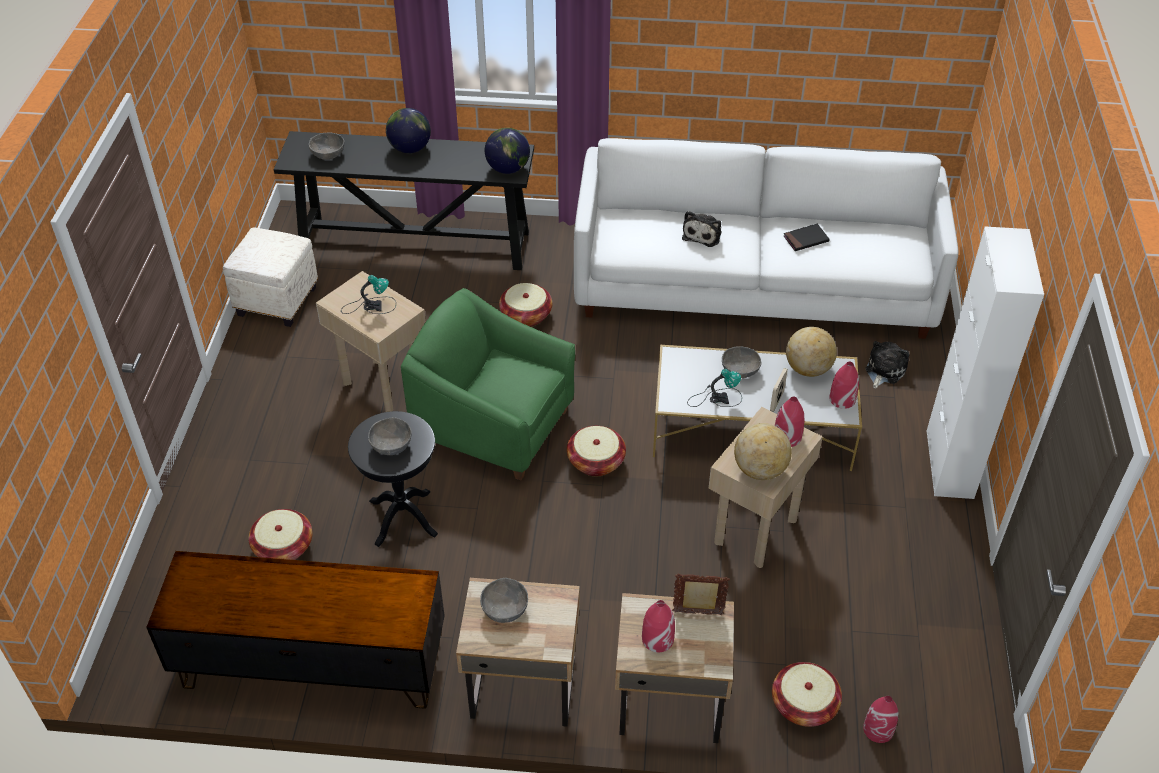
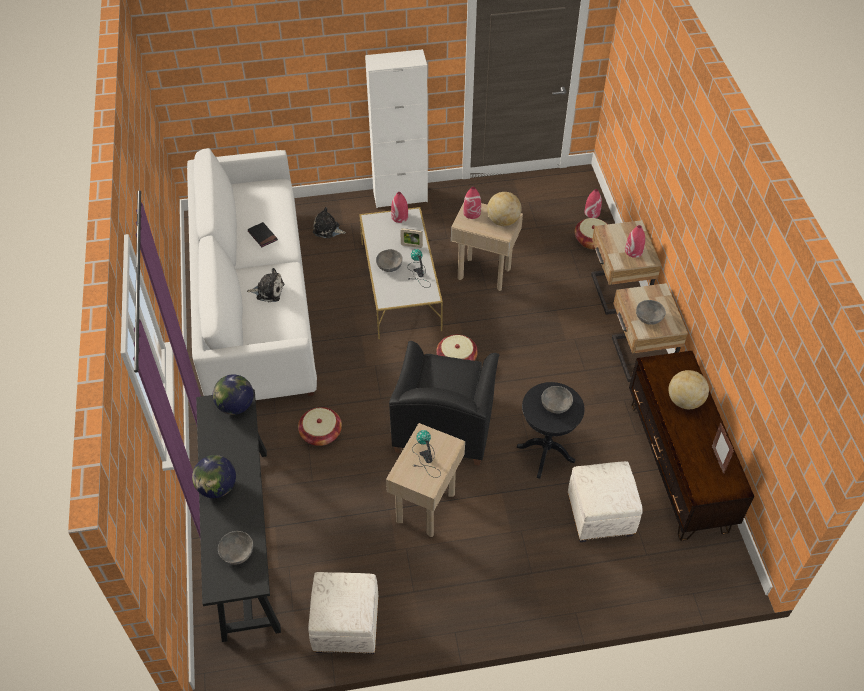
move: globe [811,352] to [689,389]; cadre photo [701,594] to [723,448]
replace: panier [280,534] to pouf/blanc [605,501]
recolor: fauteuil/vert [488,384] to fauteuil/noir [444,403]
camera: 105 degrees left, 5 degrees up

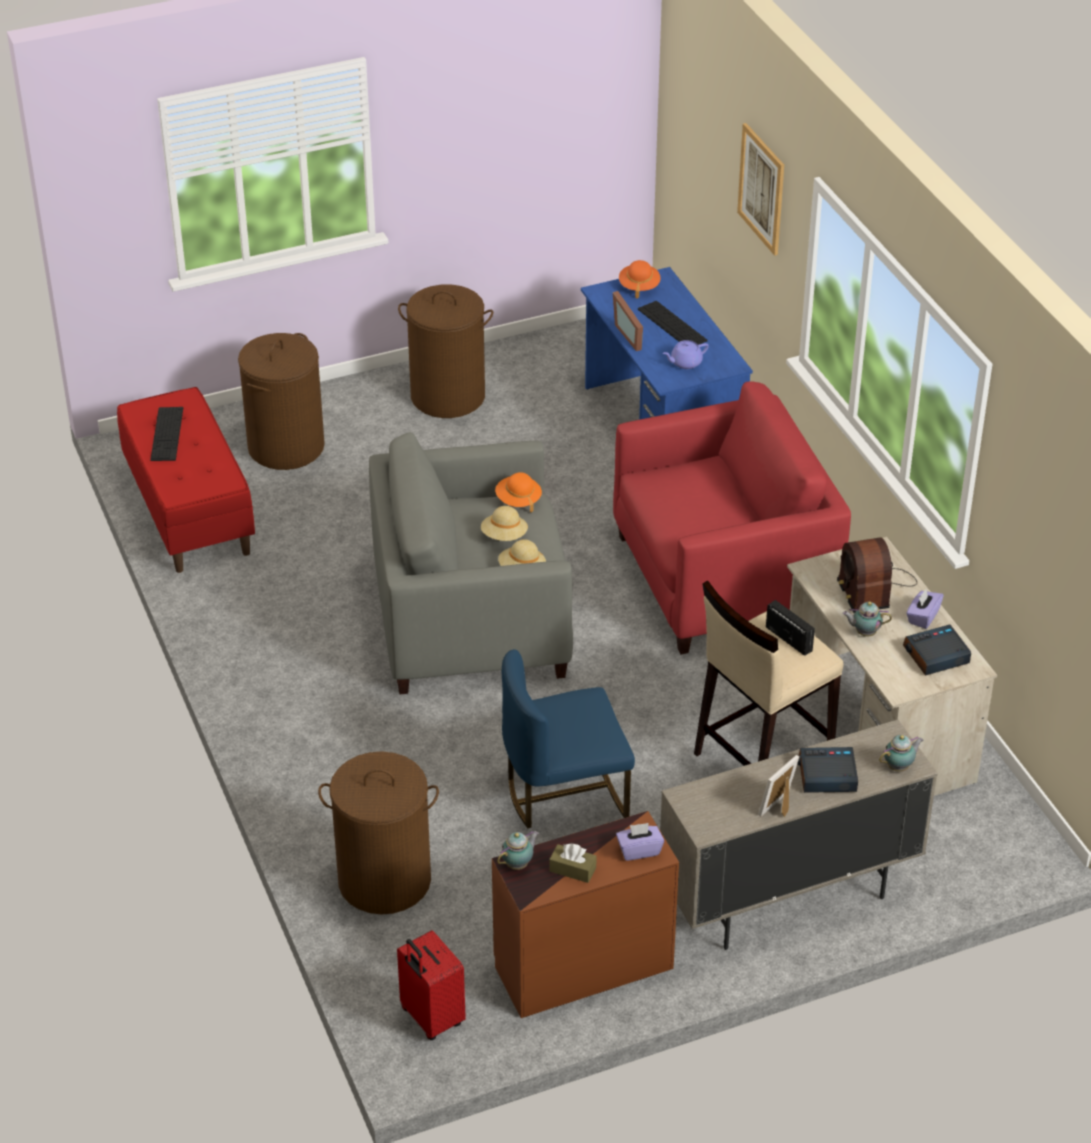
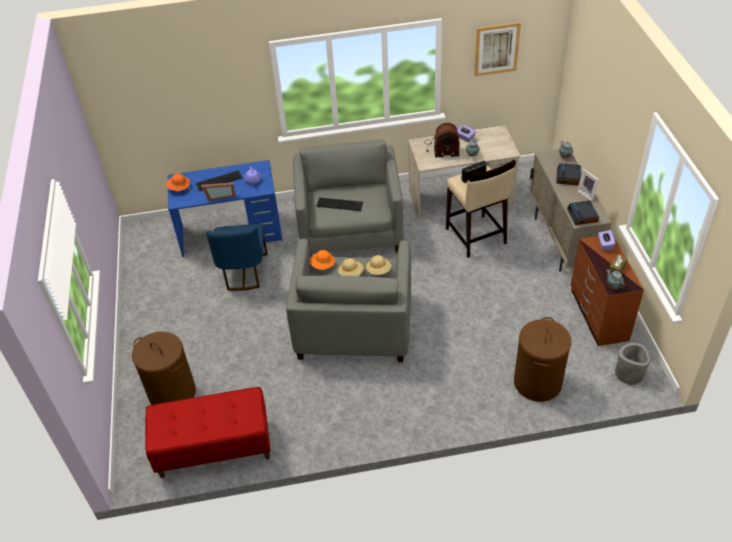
delete: panier à linge/marron [445,351]
move: chaise/bleu [568,738] to [237,257]; clavier [166,434] to [340,204]; tableau [760,189] to [497,49]; réveil [937,650] to [583,213]
replace: valise/rouge [431,985] to cache-pot/gris [633,364]
recolor: fauteuil/rouge [732,518] to fauteuil/gris [348,198]
camera: 75 degrees left, 5 degrees up

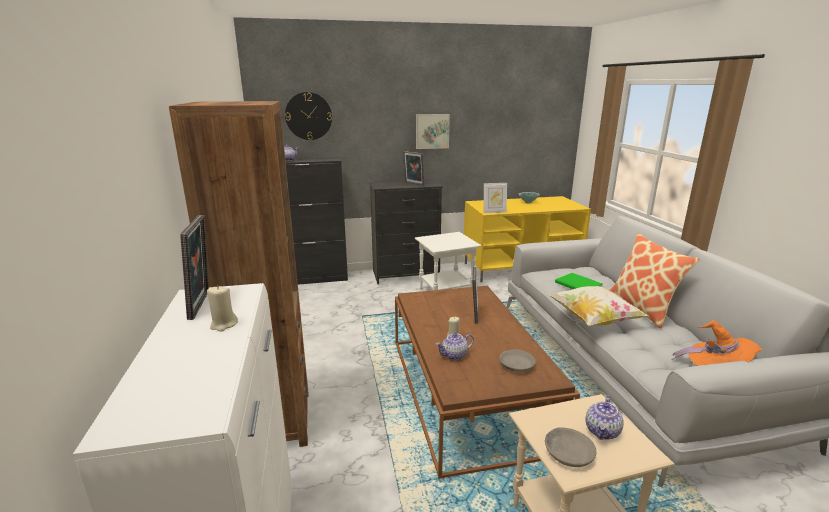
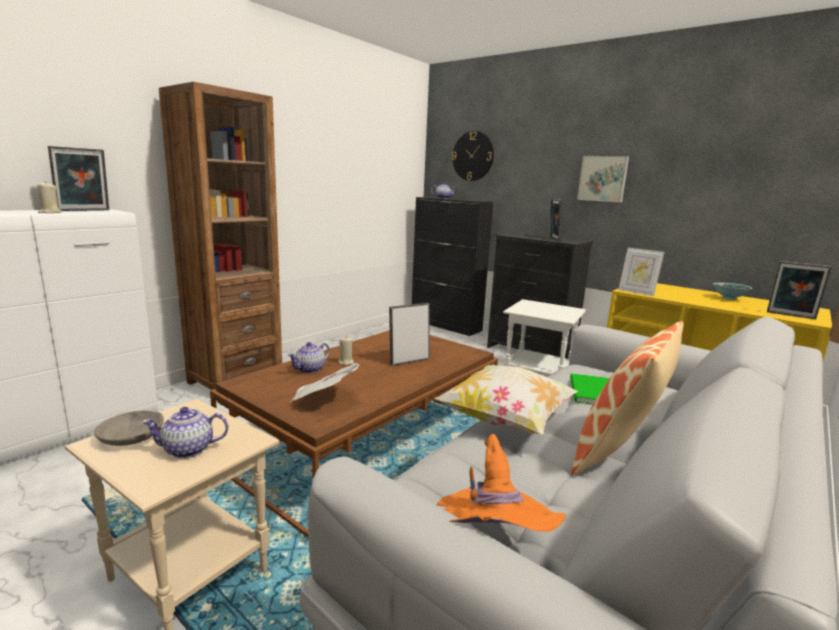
insert: cadre photo [799,290]
replace: bol/gris [517,360] to journal [324,382]
rotate: théière [455,346] = [309,357] 75 degrees counterclockwise
camera: 50 degrees right, 5 degrees down

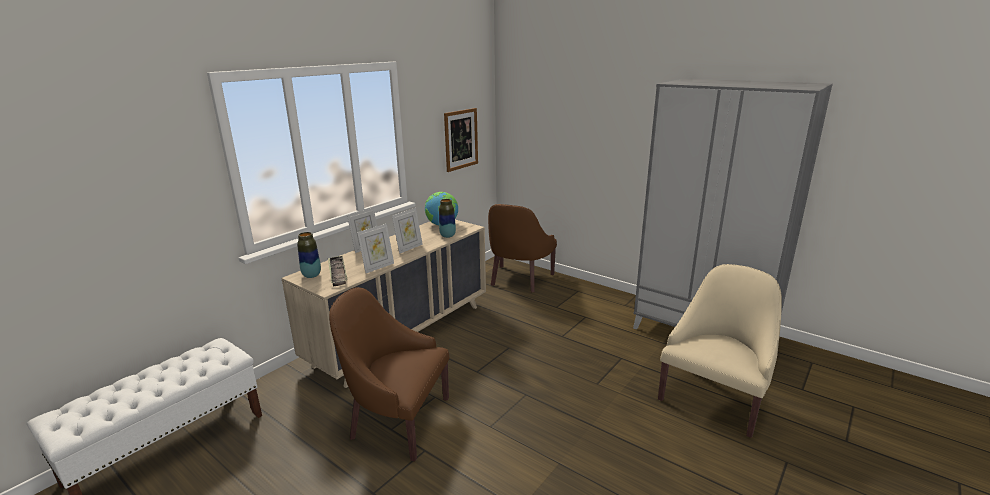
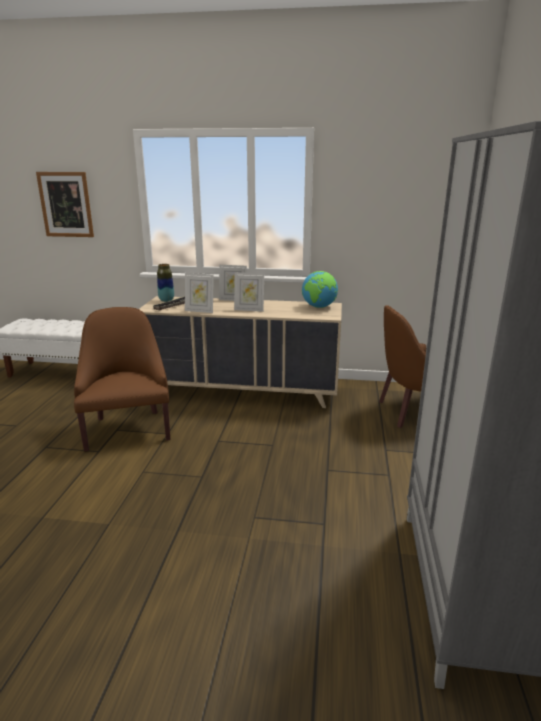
delete: vase [447,218]; fauteuil/beige [720,351]
move: tableau [461,140] to [65,204]
camera: 60 degrees right, 0 degrees up

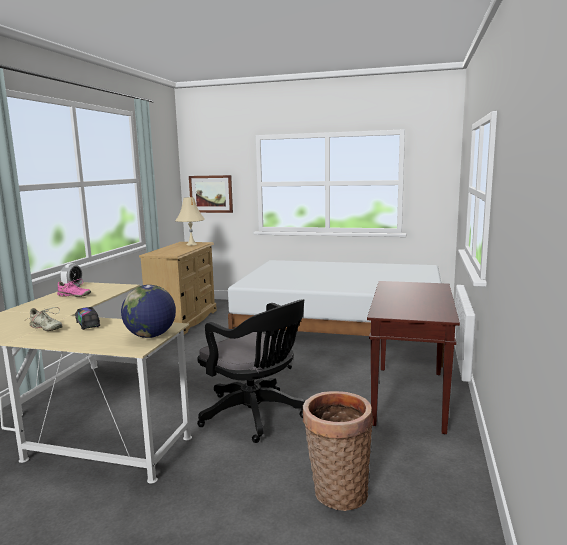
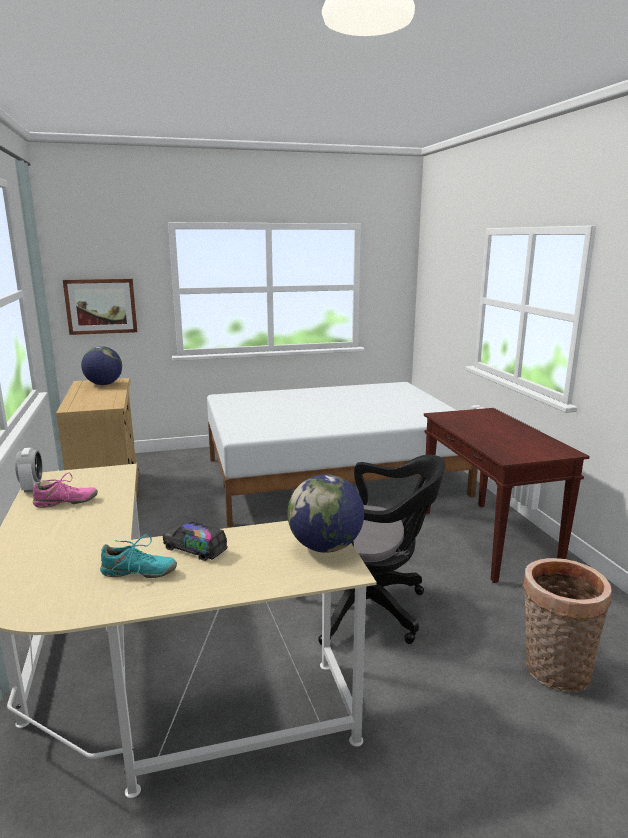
replace: lampe de table/beige [190,221] to globe [101,365]
recolor: chaussure/beige [43,319] to chaussure/turquoise [138,556]
camera: 30 degrees left, 5 degrees up

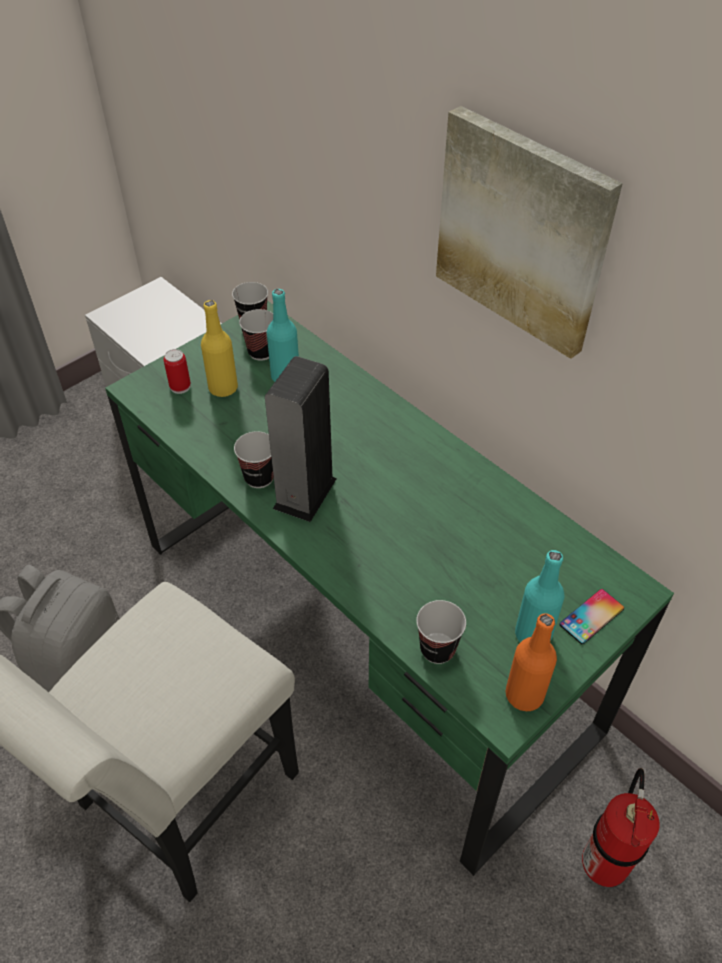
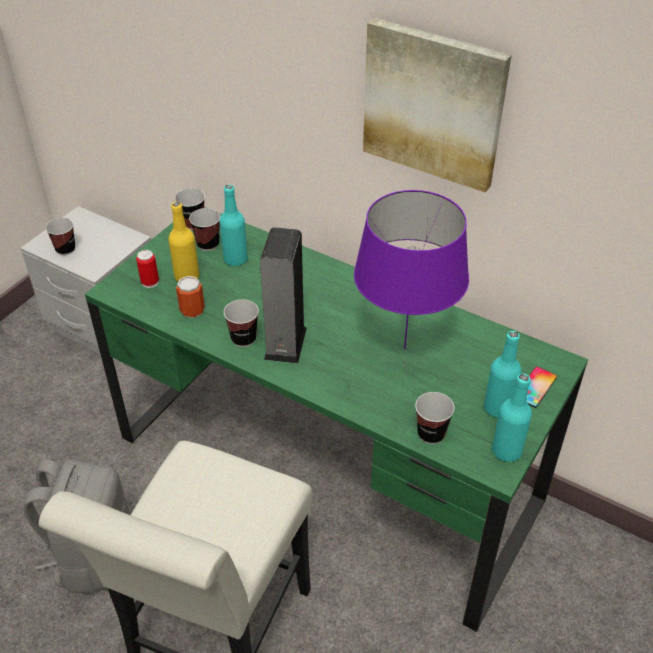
delete: extincteur [620,827]
insert: tasse [60,236]; boîte métallique [190,297]; lampe de table/violet [411,269]
recolor: bouteille/orange [531,662] to bouteille/turquoise [512,418]
camera: 15 degrees left, 5 degrees down

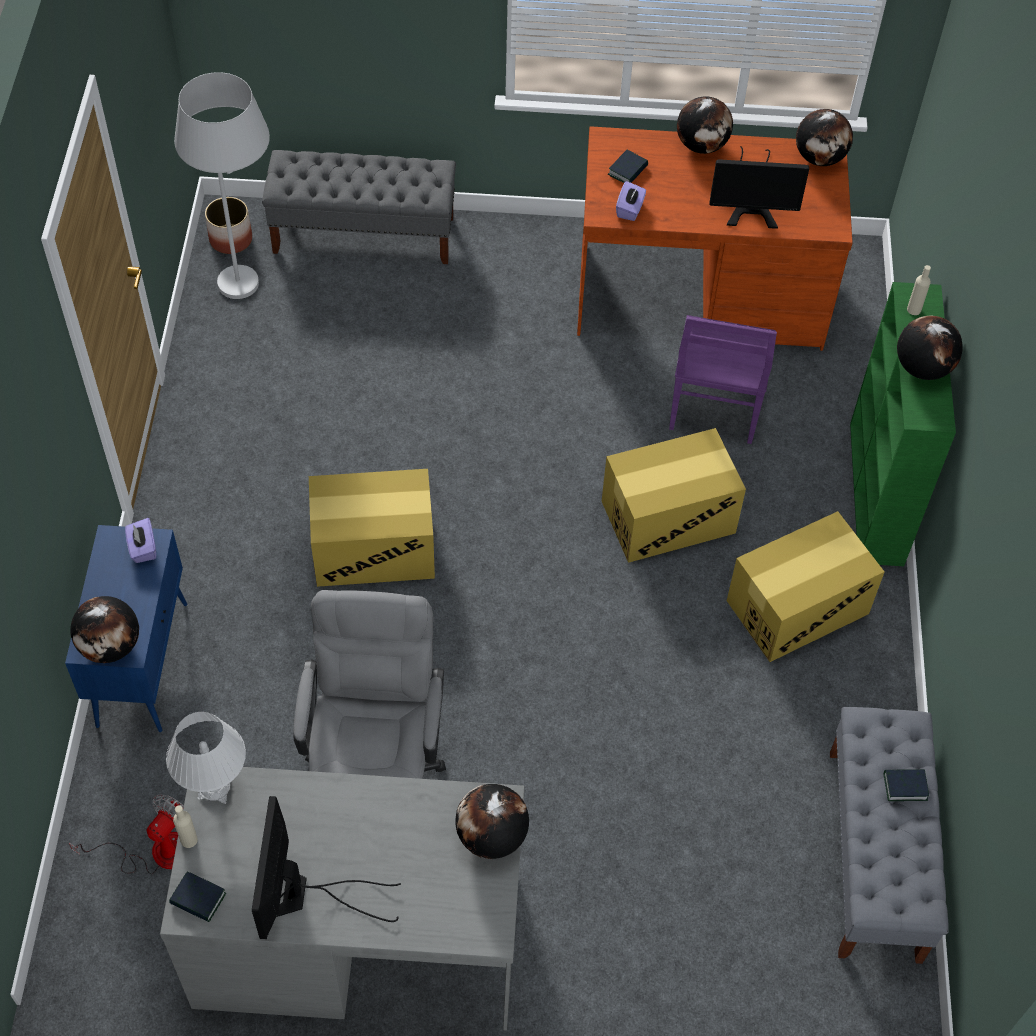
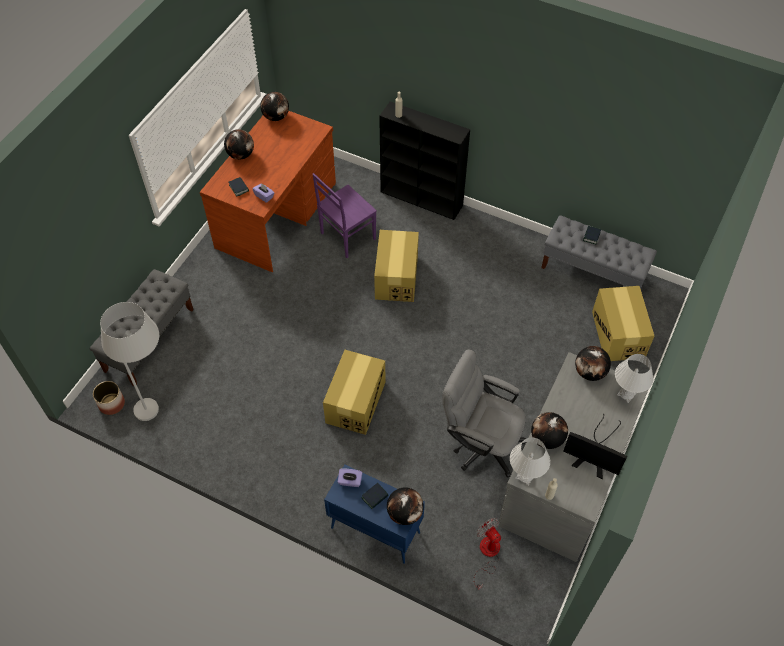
delete: écran d'ordinateur [759,188]
insert: lampe de table/blanc [634,378]
move: livre [197,897] to [375,496]; globe [930,348] to [549,430]; carton [806,586] to [623,323]
recolor: bibliothèque/vert [903,424] to bibliothèque/noir [424,160]
rotate: chaise/violet [723,379] = [345,215] 105 degrees clockwise
camera: 65 degrees left, 0 degrees up

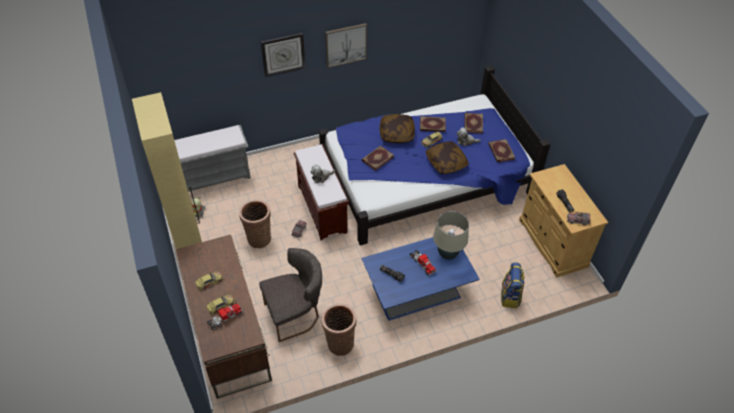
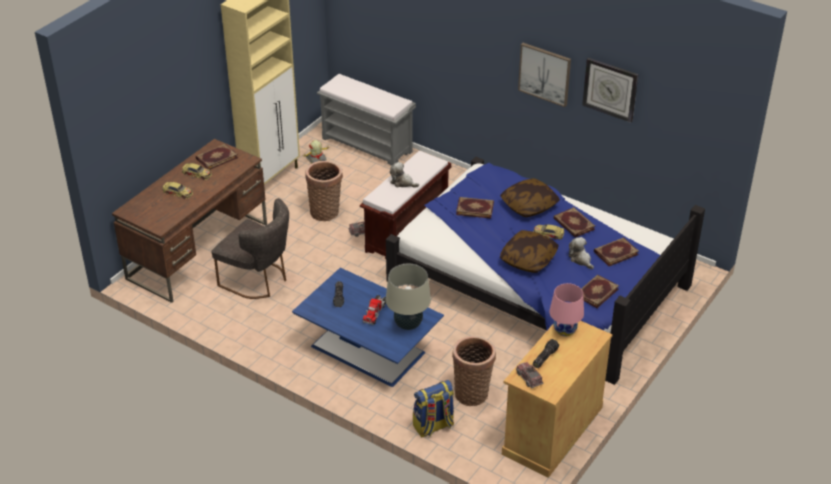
delete: camion jouet [224,317]
insert: livre [217,157]; lampe de table/rose [566,309]
move: panier [339,330] to [474,371]; horloge murale [283,55] to [610,90]
camera: 55 degrees right, 10 degrees down

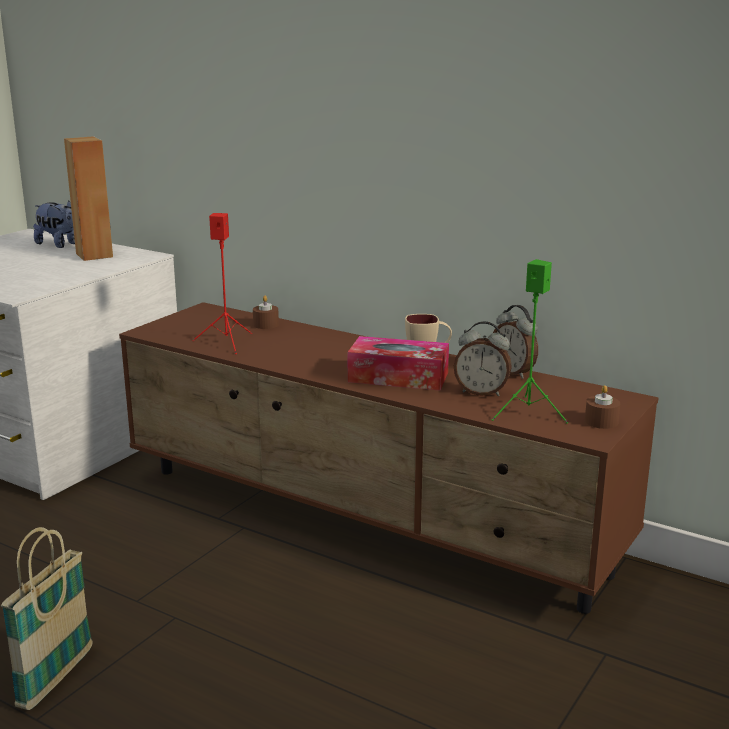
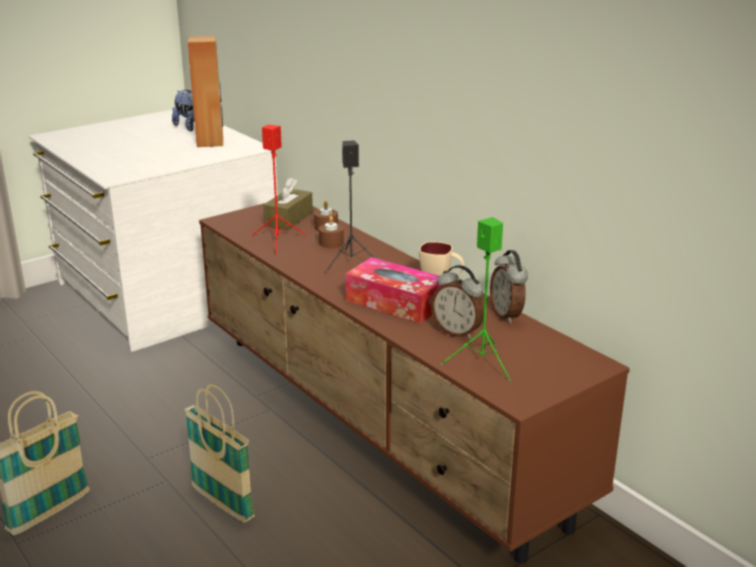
insert: panier [219,453]; boîte à mouchoirs/marron [288,204]; enceinte/noir [349,206]
move: bougie/marron [602,407] to [331,232]
camera: 20 degrees right, 5 degrees up

